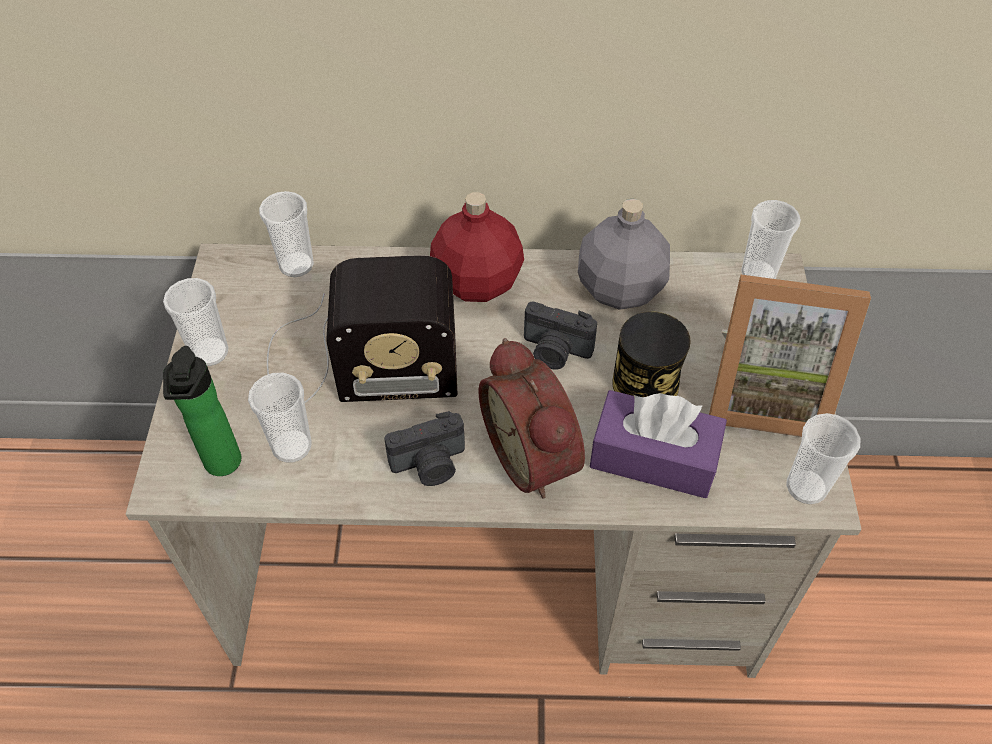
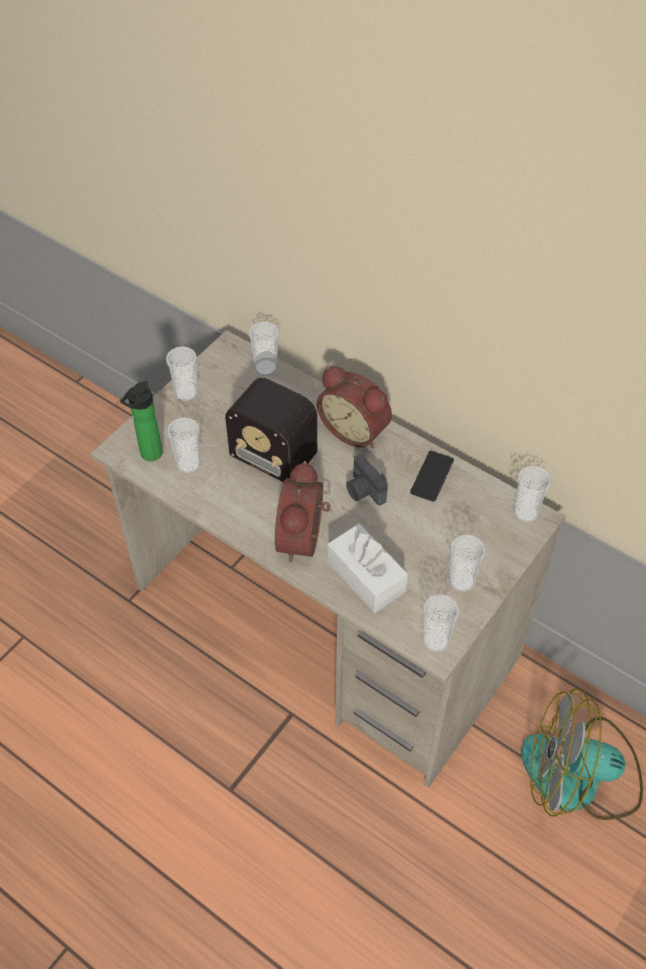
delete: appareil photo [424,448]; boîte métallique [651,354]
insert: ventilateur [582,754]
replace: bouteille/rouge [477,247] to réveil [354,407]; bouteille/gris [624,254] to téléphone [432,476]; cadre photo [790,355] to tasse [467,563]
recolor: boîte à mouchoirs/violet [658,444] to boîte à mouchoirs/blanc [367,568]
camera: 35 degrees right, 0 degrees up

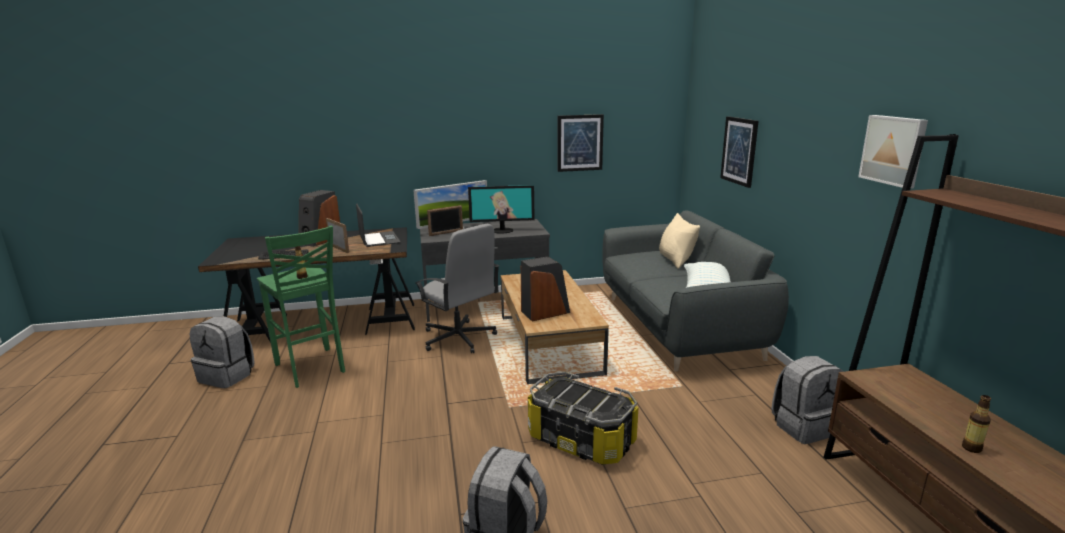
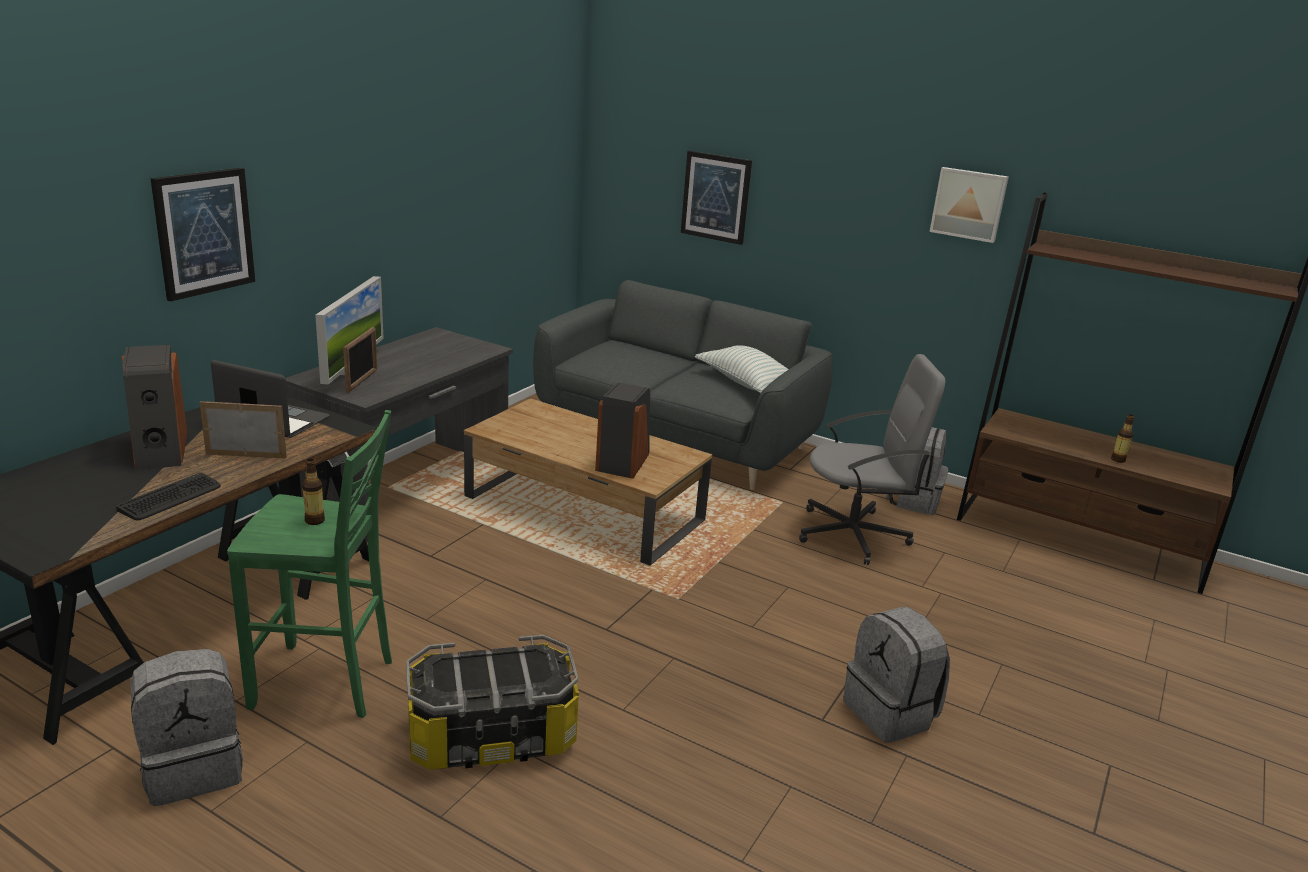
delete: écran d'ordinateur [501,209]; coussin/beige [679,241]
move: tableau [580,143] to [203,235]; boîte de rangement [583,418] to [492,702]; chaise de bureau/gris [457,288] to [872,459]
camera: 50 degrees left, 5 degrees up

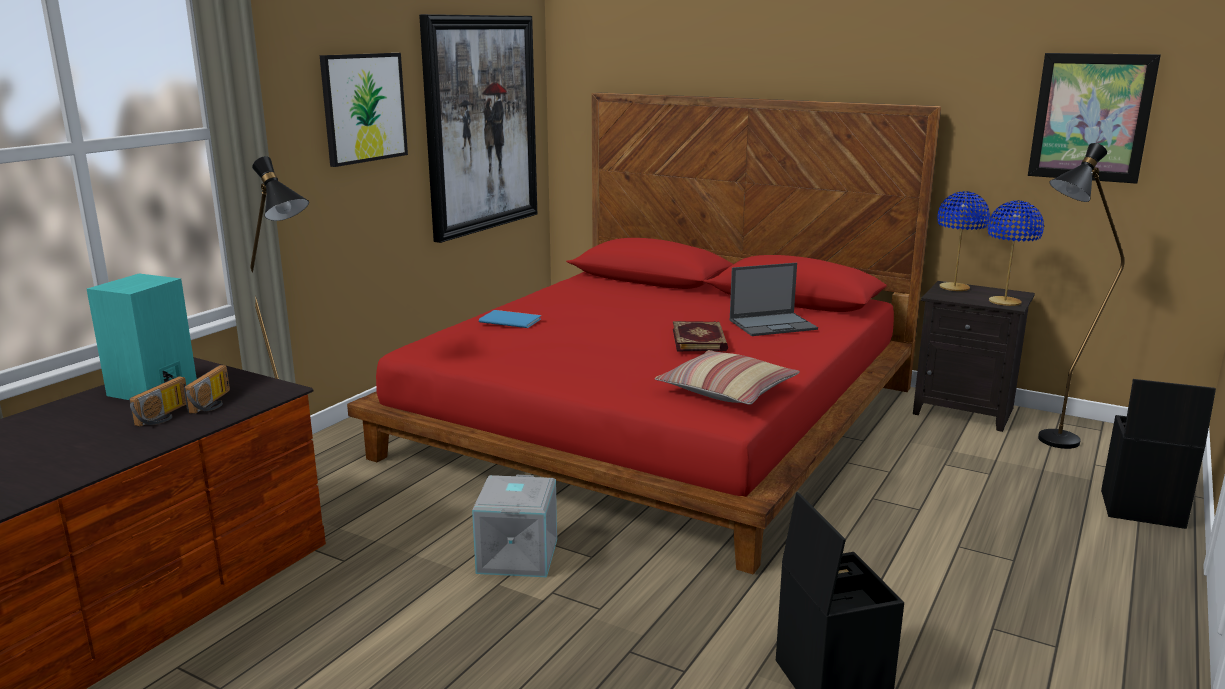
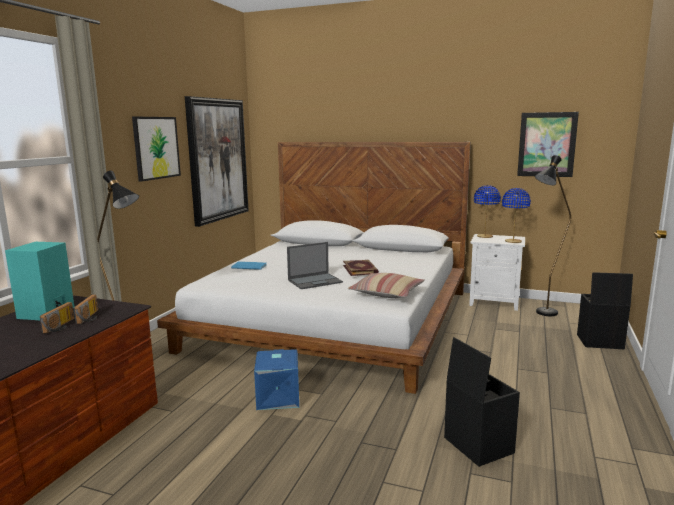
move: ordinateur portable [773,299] to [315,265]
recolor: lit/rouge [644,333] to lit/blanc [314,268]; boîte de rangement/gris [514,526] to boîte de rangement/bleu [276,379]; table de chevet/noir [974,356] to table de chevet/blanc [497,272]
camera: 10 degrees left, 5 degrees down

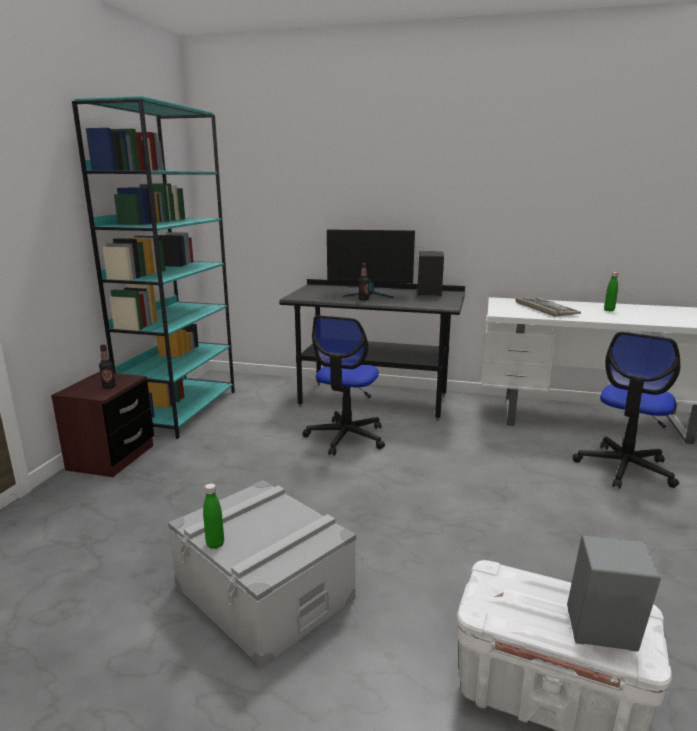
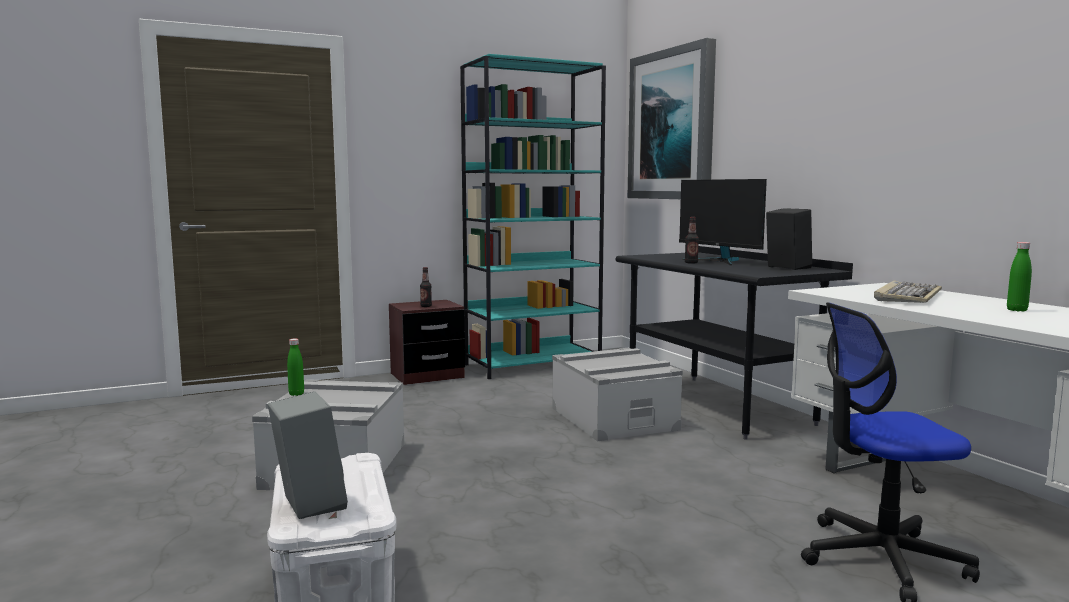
insert: tableau [671,118]
replace: chaise de bureau [343,385] to boîte de rangement/gris [617,394]
camera: 50 degrees right, 10 degrees down

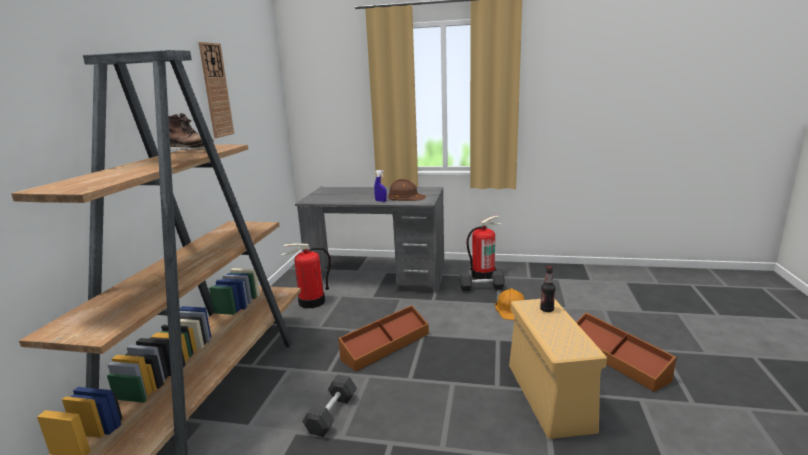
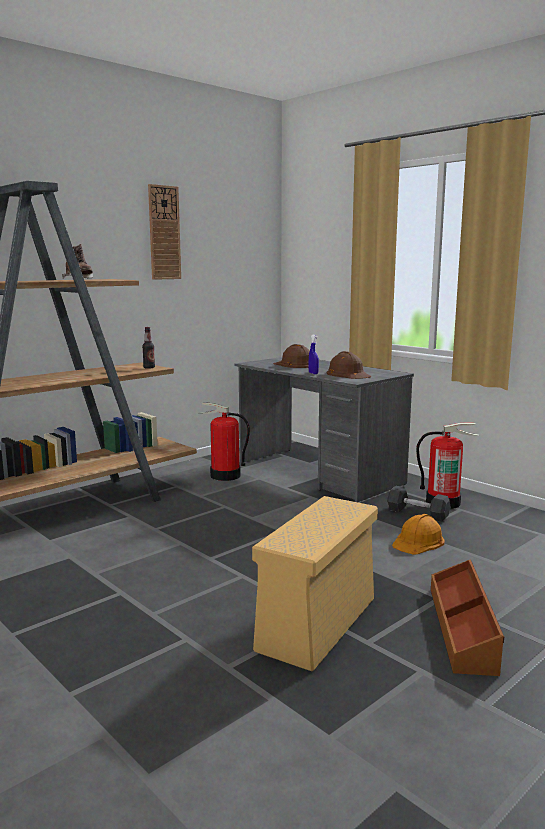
delete: haltère/gris [329,406]; boîte de rangement/marron [383,338]
insert: casque de chantier/marron [291,356]
move: bouteille [547,289] to [148,348]
camera: 35 degrees right, 5 degrees down

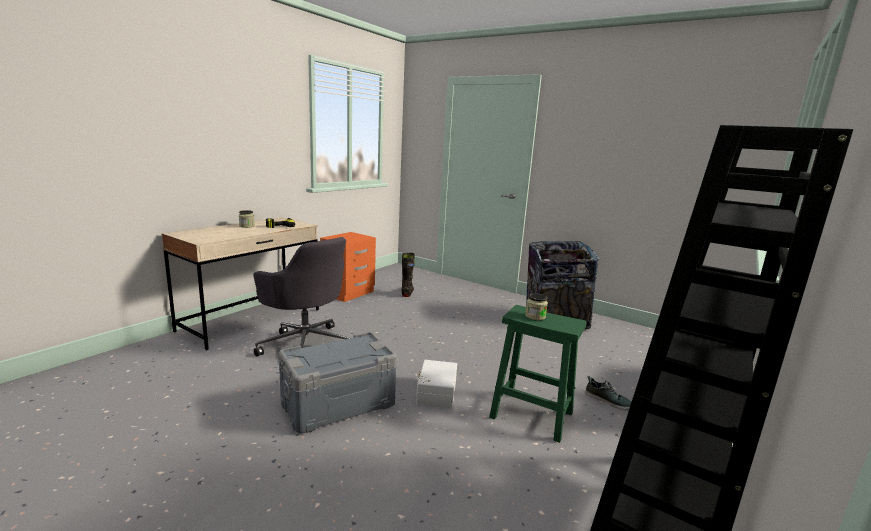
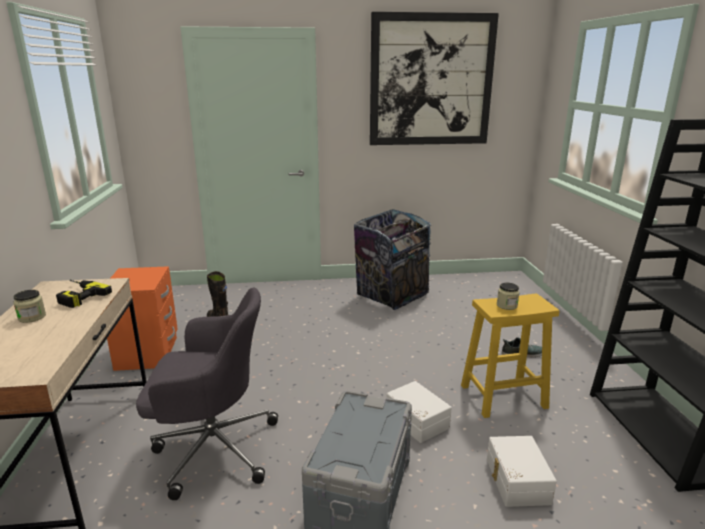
insert: tableau [434,78]; boîte de rangement/blanc [522,471]
recolor: tabouret/vert [538,374] to tabouret/jaune [510,356]
camera: 40 degrees left, 5 degrees up

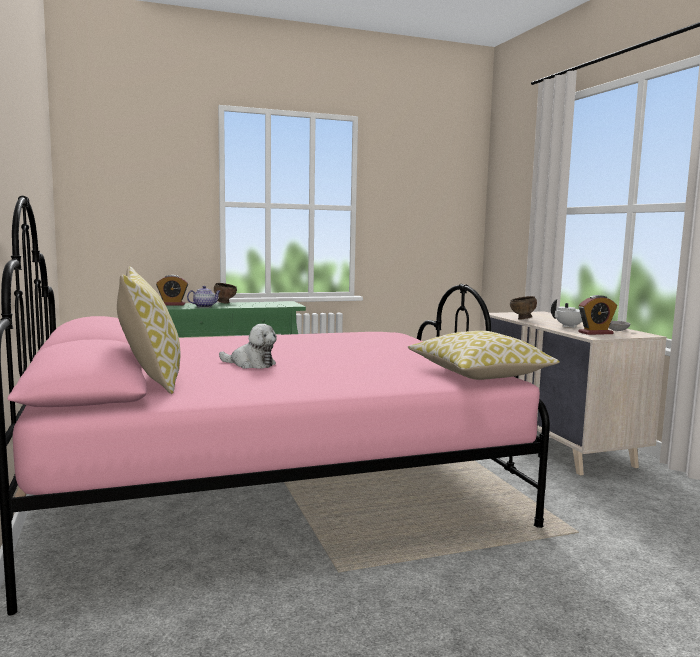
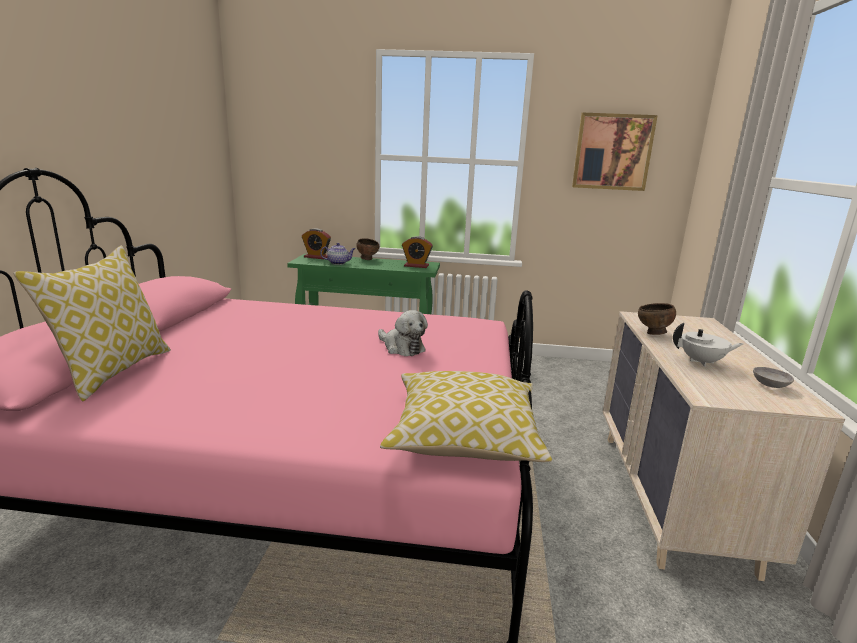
insert: tableau [615,151]
move: peluche [248,346] to [403,333]; réveil [597,315] to [417,252]
camera: 25 degrees right, 10 degrees up

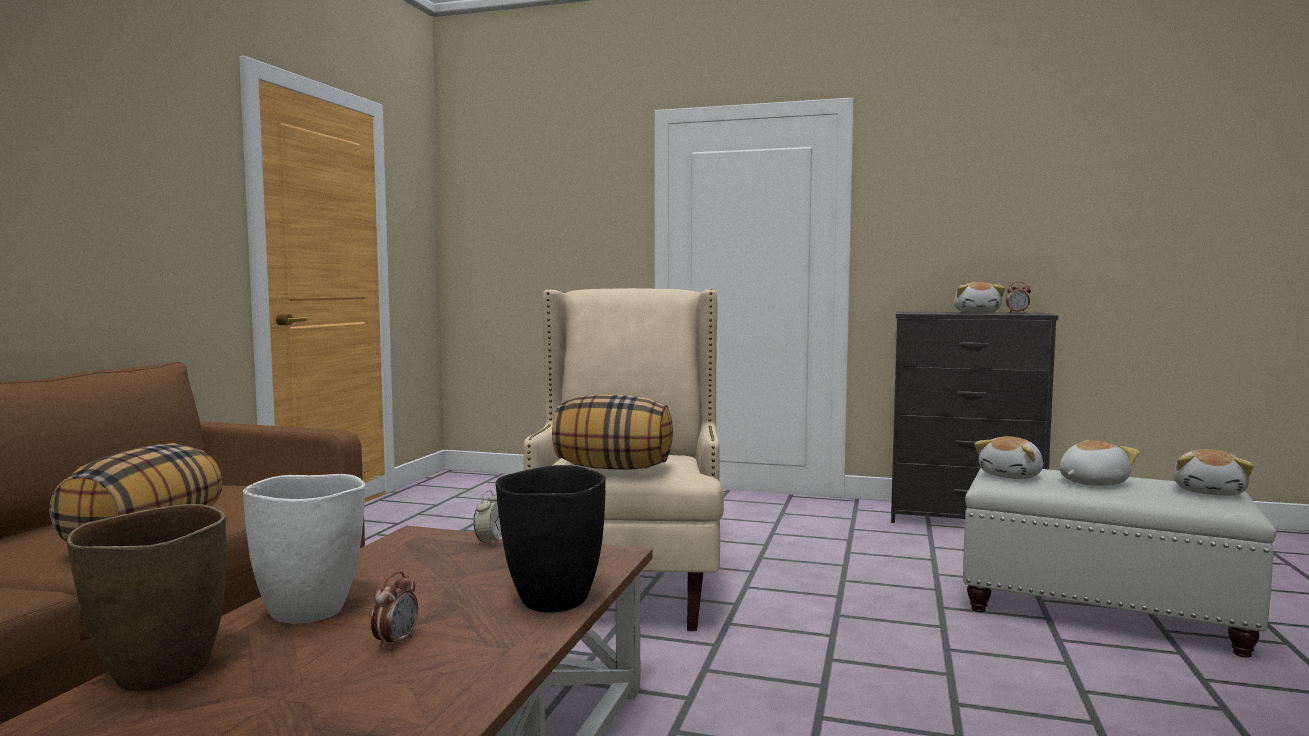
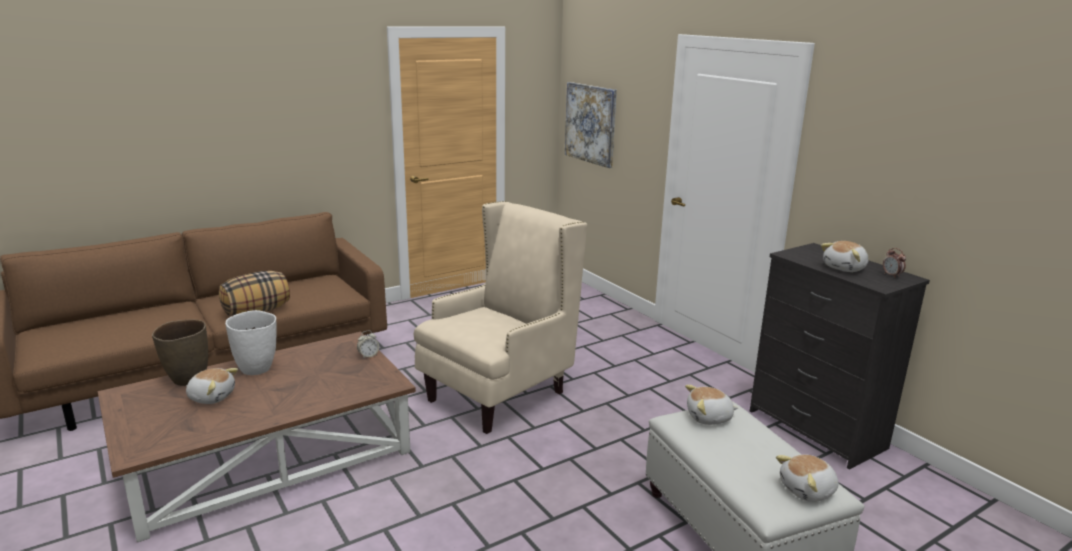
delete: réveil [394,611]; vase/noir [550,539]; coussin [612,432]
insert: tableau [591,125]
move: peluche [1099,463] to [212,386]
camera: 40 degrees right, 15 degrees up

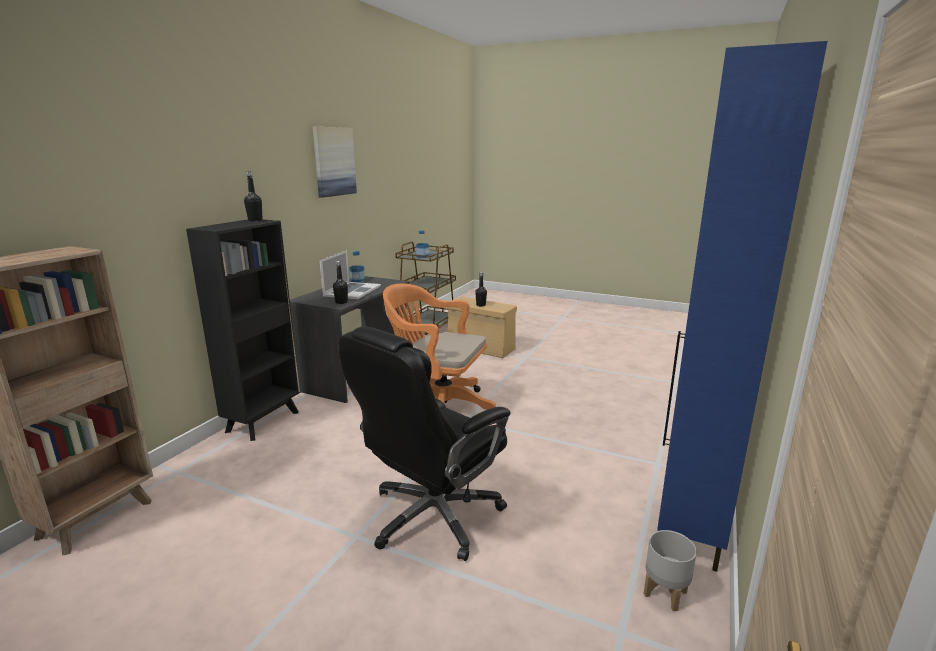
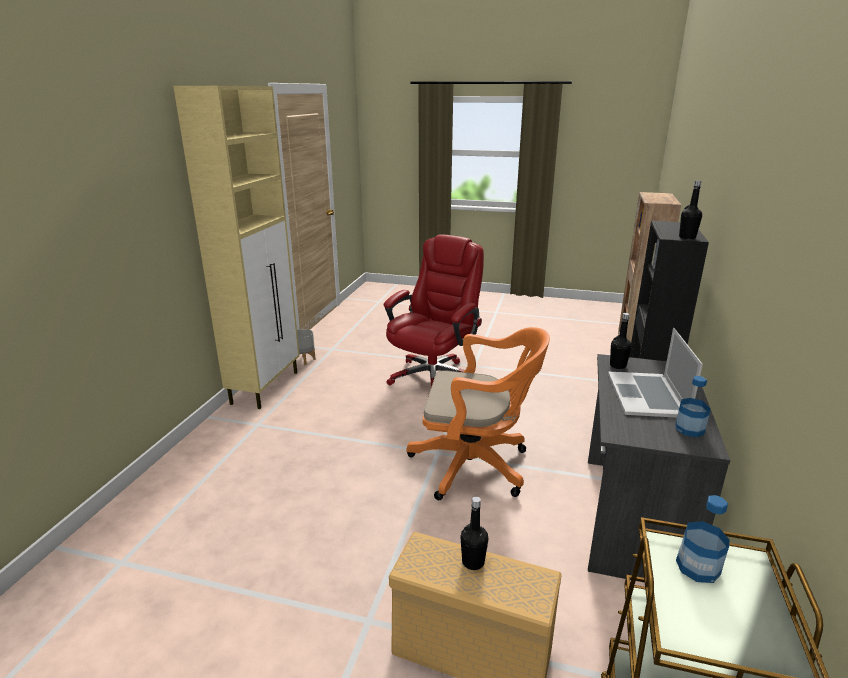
delete: tableau [334,162]
recolor: meuble de rangement/bleu [742,306] to meuble de rangement/beige [236,247]; chaise de bureau/noir [424,443] to chaise de bureau/rouge [434,315]
camera: 170 degrees right, 5 degrees up

